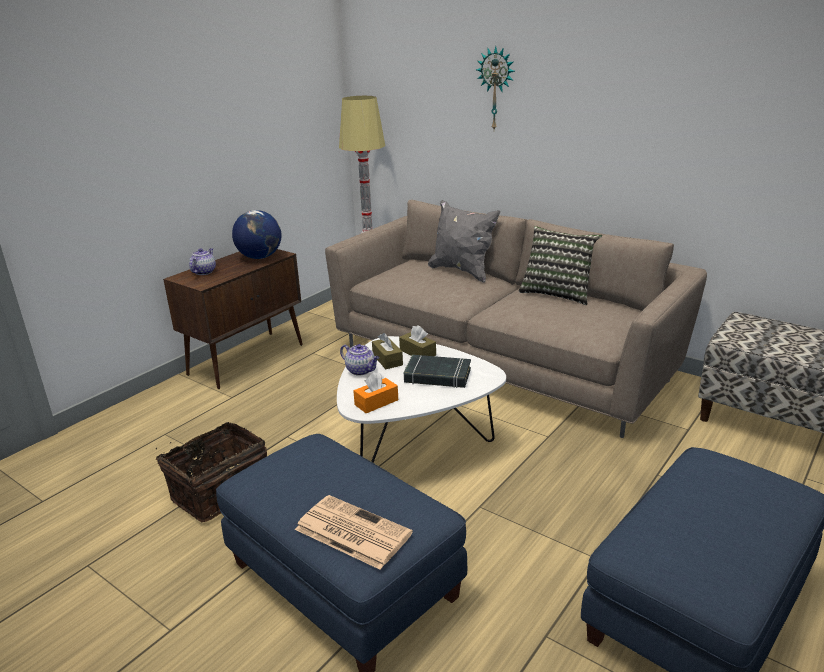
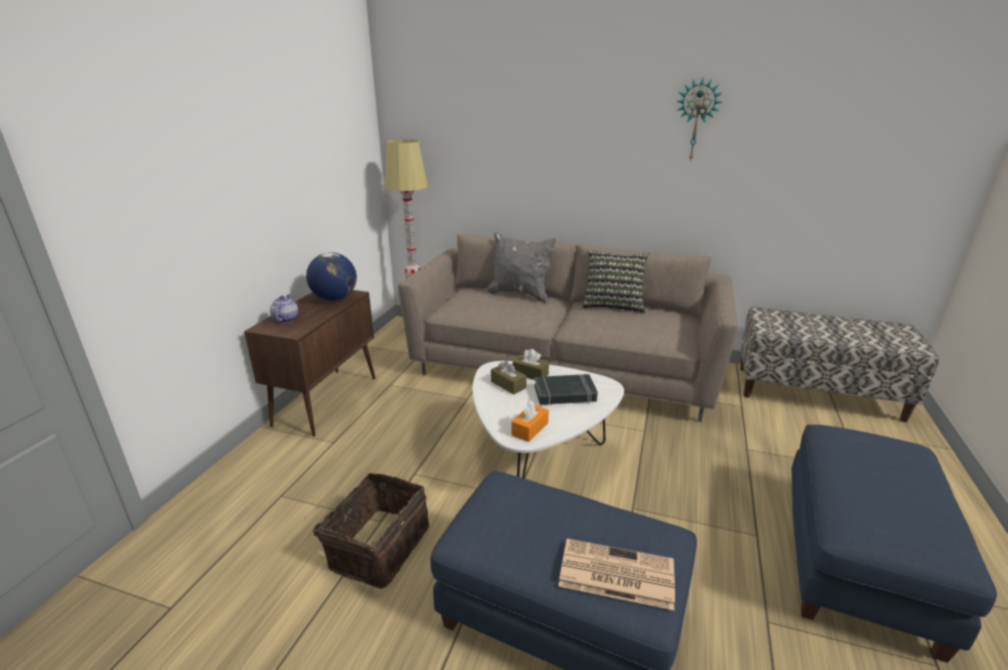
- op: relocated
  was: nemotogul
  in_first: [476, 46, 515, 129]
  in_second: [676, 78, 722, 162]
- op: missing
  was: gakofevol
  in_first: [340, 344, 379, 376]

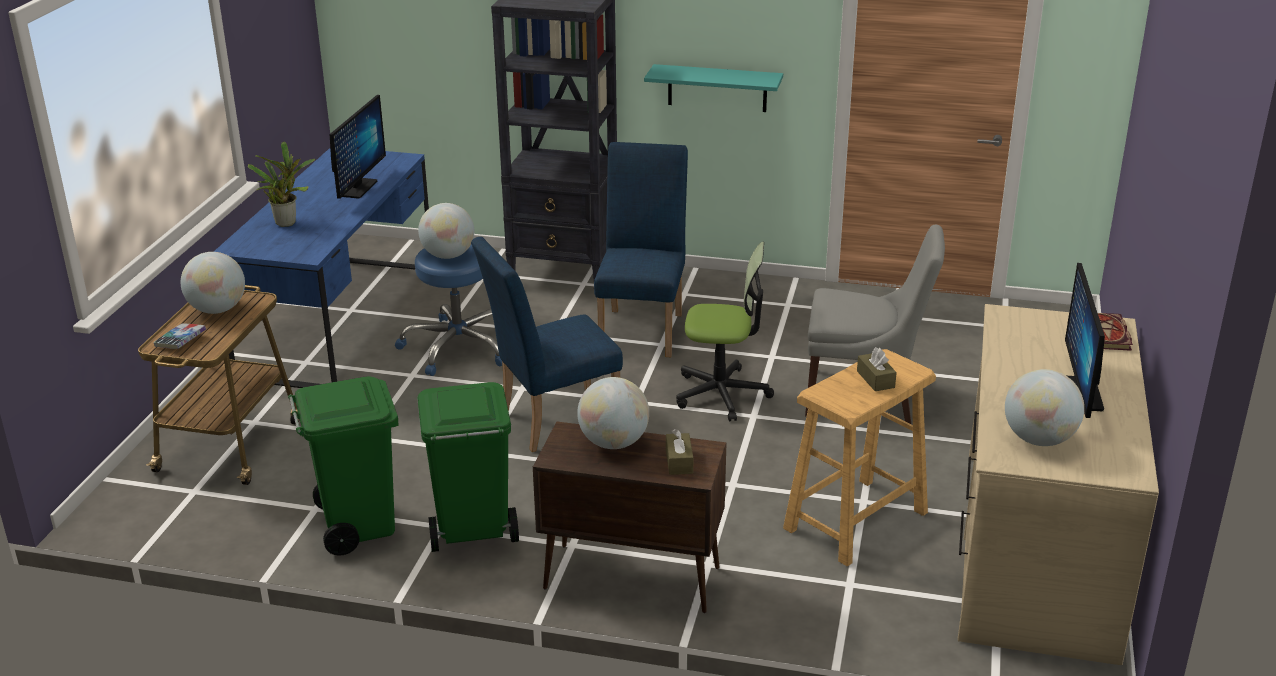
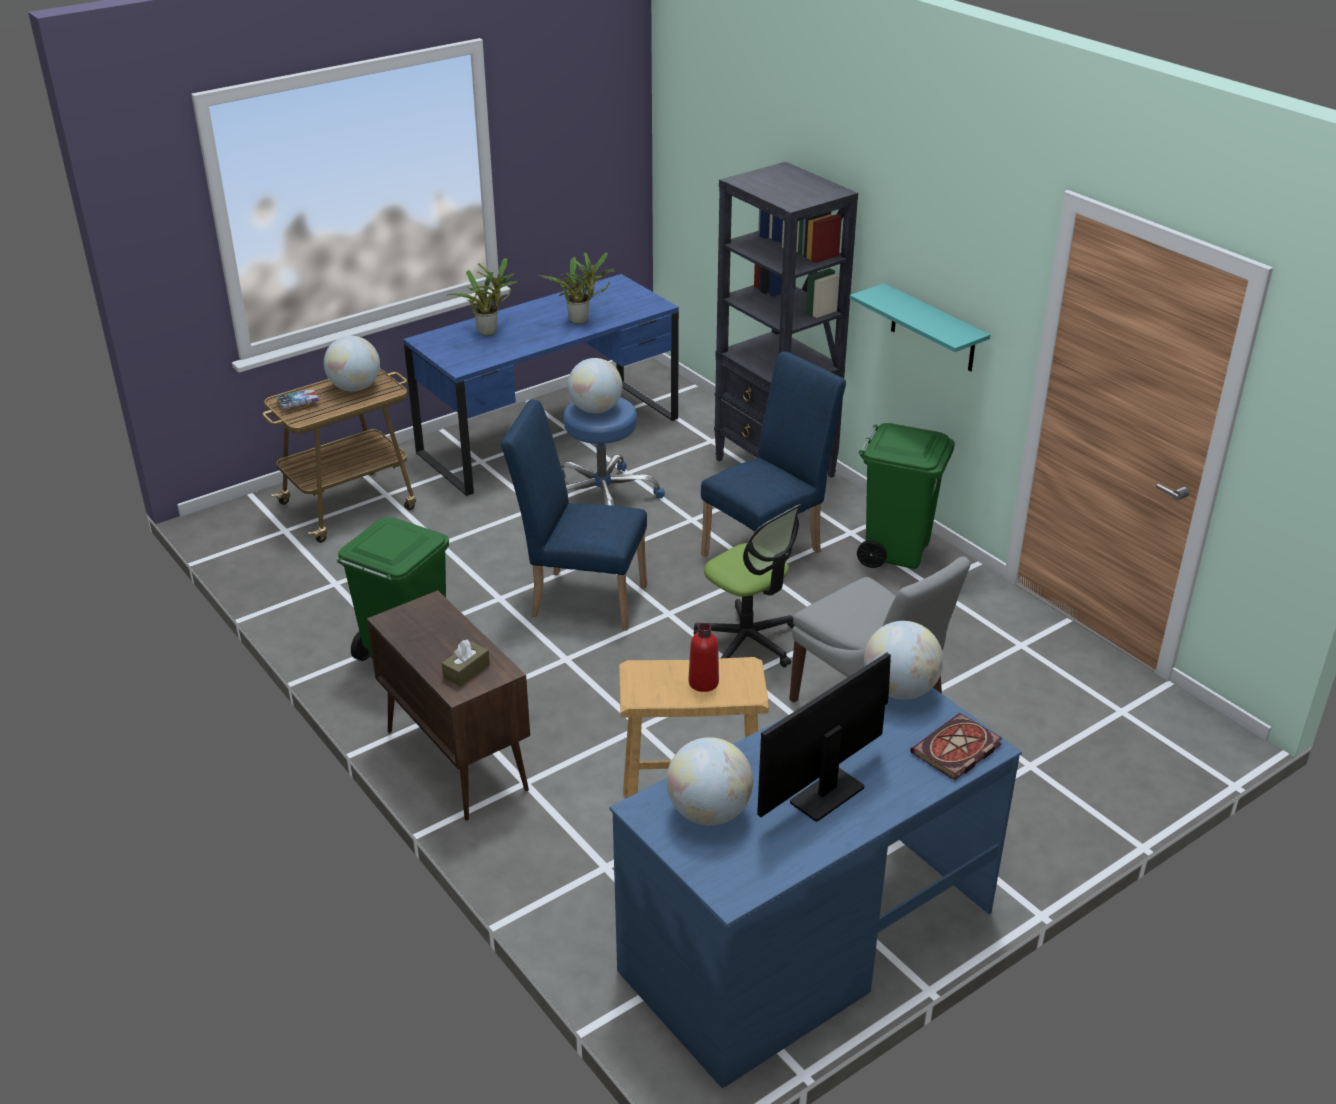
- op: exchanged
  was: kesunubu
  now: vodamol
  in_first: [330, 95, 386, 199]
  in_second: [537, 253, 617, 324]
- op: colour
  was: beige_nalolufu
  now: blue_nalolufu
  in_first: [957, 304, 1159, 665]
  in_second: [610, 688, 1022, 1088]
- op: exchanged
  was: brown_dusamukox
  now: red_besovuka
  in_first: [857, 347, 897, 391]
  in_second: [689, 623, 719, 692]
- op: relocated
  was: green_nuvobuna
  in_first: [288, 376, 399, 555]
  in_second: [857, 423, 955, 569]
- op: relocated
  was: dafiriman
  in_first: [577, 377, 649, 449]
  in_second: [864, 621, 943, 700]

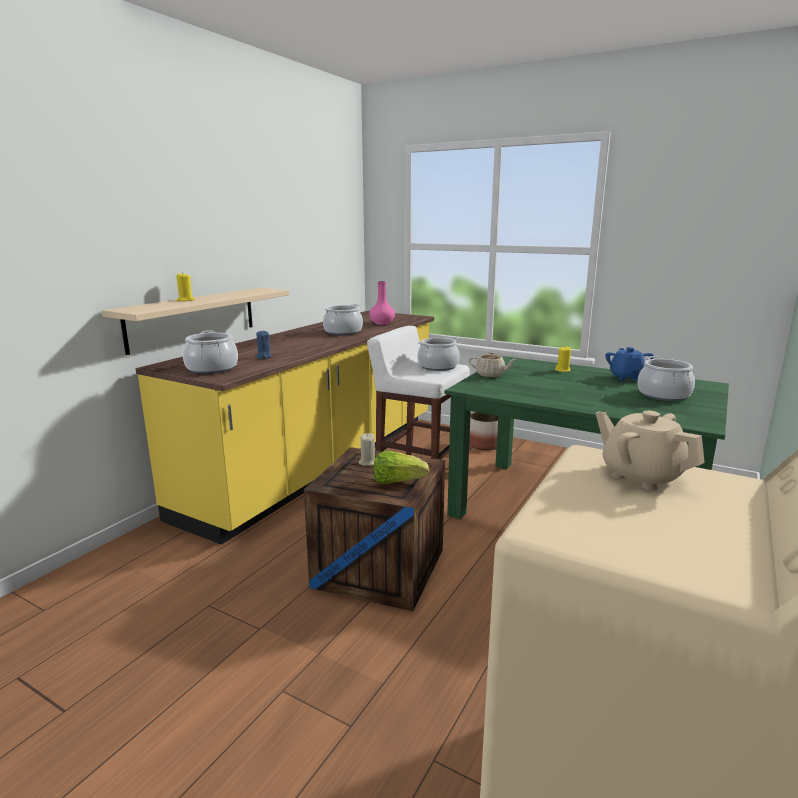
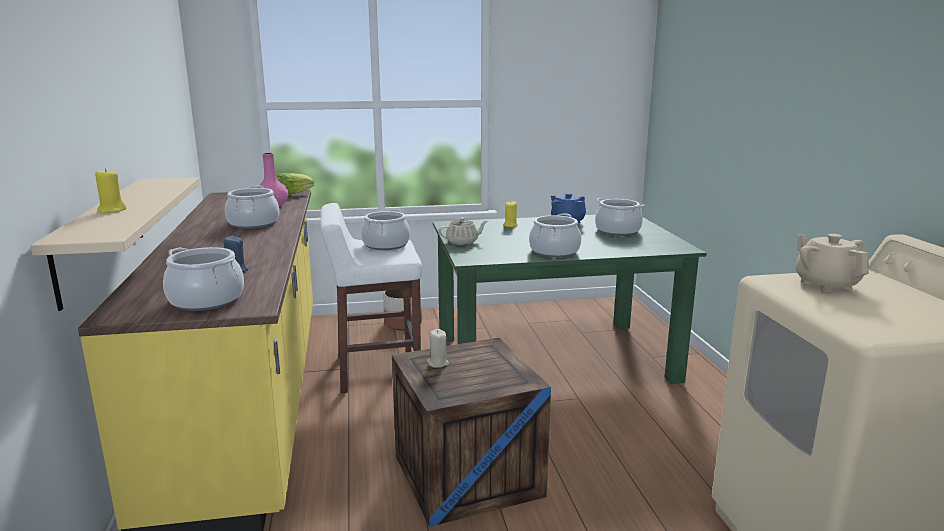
- op: relocated
  was: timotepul
  in_first: [374, 451, 429, 484]
  in_second: [276, 173, 314, 195]
- op: appeared
  now: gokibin
  in_second: [529, 213, 581, 257]
- op: spun
  was: beige_gakofevol
  in_first: [596, 411, 705, 491]
  in_second: [795, 234, 869, 293]
  clockwise: 60

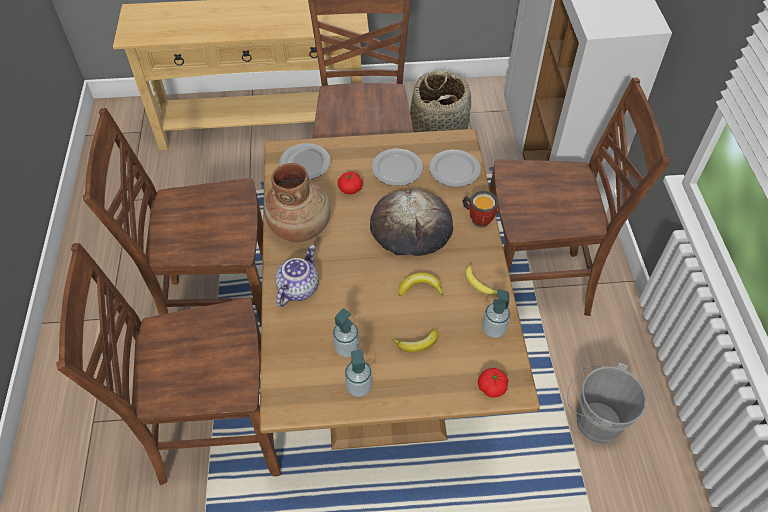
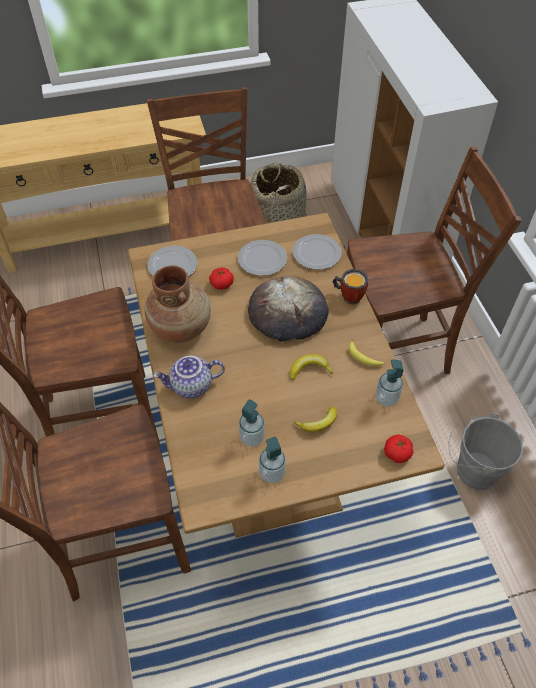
- op: spun
  was: gakofevol
  in_first: [275, 245, 319, 307]
  in_second: [153, 356, 225, 398]
  clockwise: -120

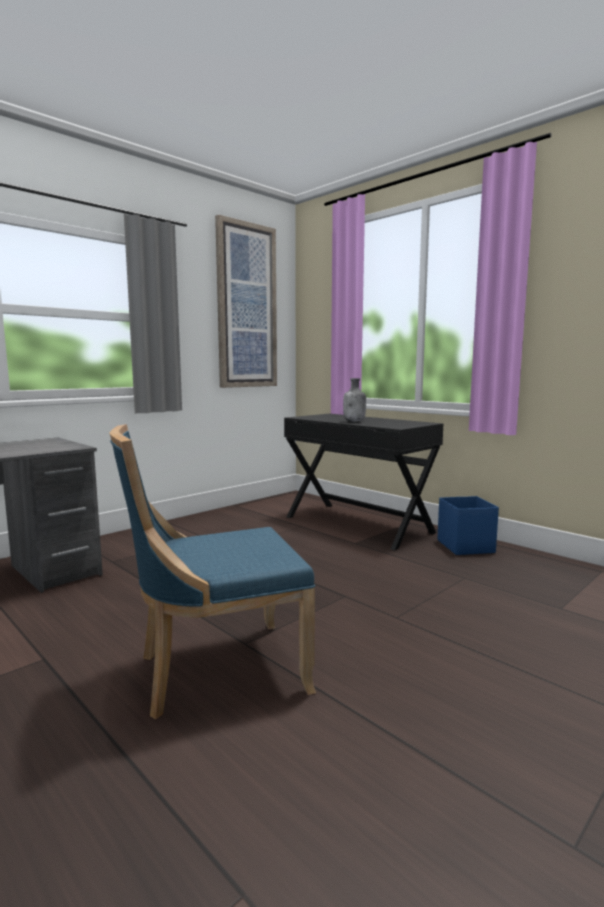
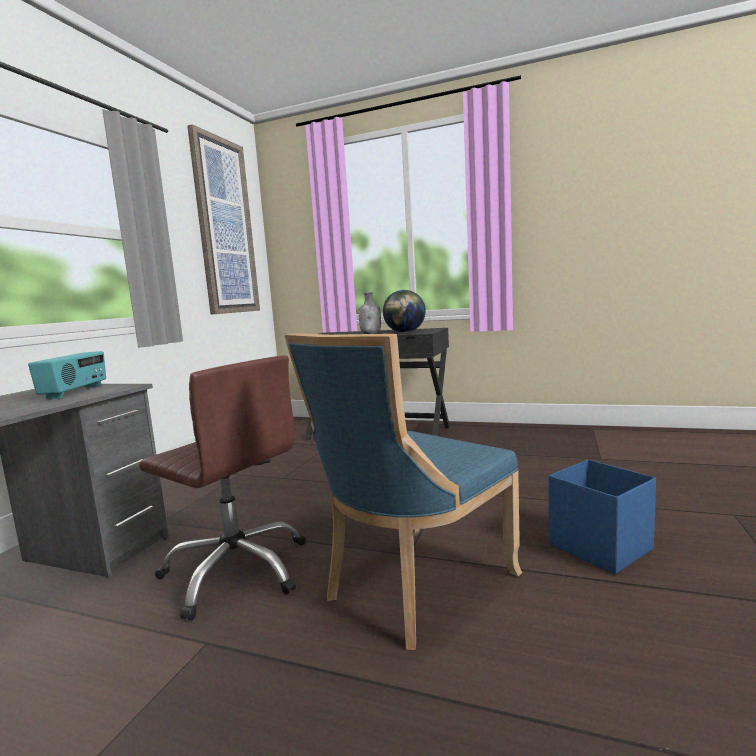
- op: appeared
  now: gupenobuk
  in_second: [28, 351, 106, 399]
- op: appeared
  now: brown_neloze
  in_second: [139, 355, 306, 620]
- op: appeared
  now: dafiriman
  in_second: [383, 290, 426, 333]
- op: relocated
  was: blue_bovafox
  in_first: [437, 496, 499, 555]
  in_second: [549, 459, 656, 574]

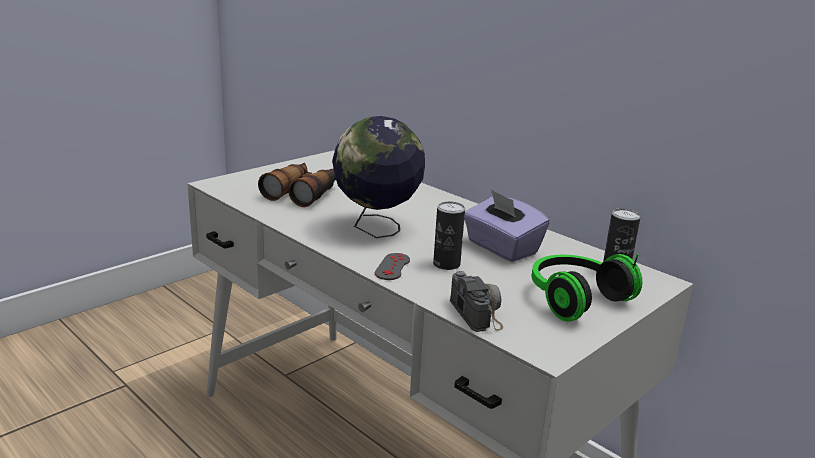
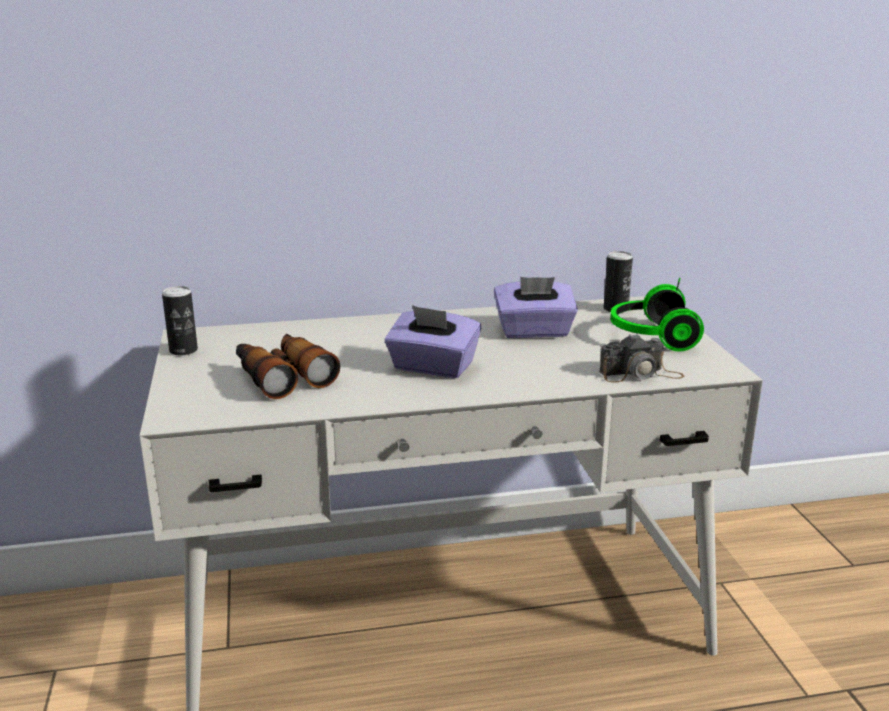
- op: relocated
  was: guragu
  in_first: [433, 202, 465, 270]
  in_second: [162, 286, 198, 355]
- op: exchanged
  was: dafiriman
  now: purple_dusamukox
  in_first: [332, 116, 425, 238]
  in_second: [385, 305, 481, 378]
- op: spun
  was: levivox
  in_first: [450, 271, 503, 332]
  in_second: [599, 334, 684, 383]
  clockwise: 150
- op: missing
  was: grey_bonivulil
  in_first: [375, 253, 410, 280]

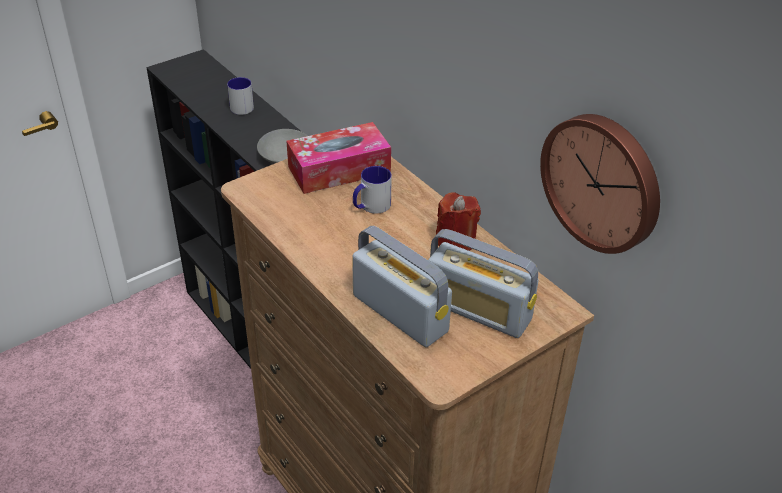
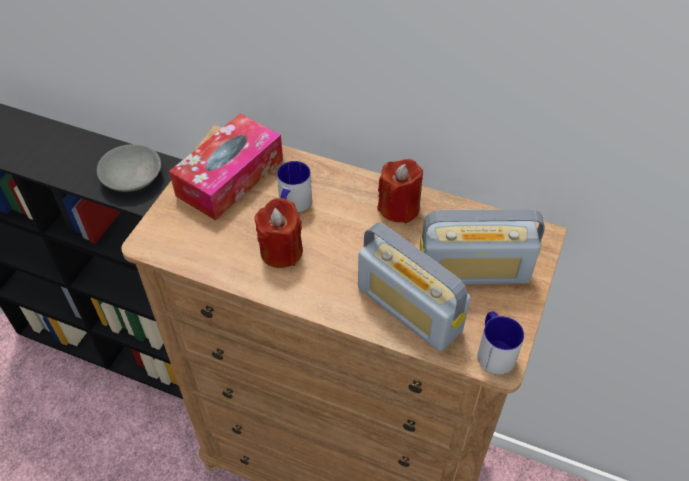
- op: appeared
  now: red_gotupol
  in_second: [254, 198, 303, 268]
- op: spun
  was: gupenobuk
  in_first: [352, 226, 452, 347]
  in_second: [358, 222, 471, 352]
  clockwise: -150
- op: relocated
  was: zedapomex
  in_first: [227, 77, 254, 115]
  in_second: [477, 312, 524, 375]
- op: missing
  was: nemotogul
  in_first: [540, 114, 660, 254]

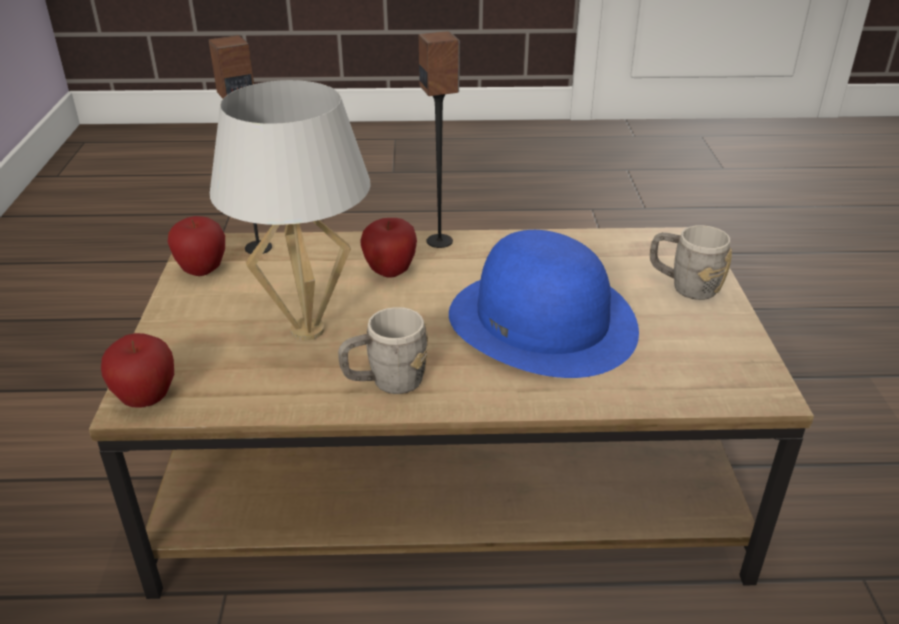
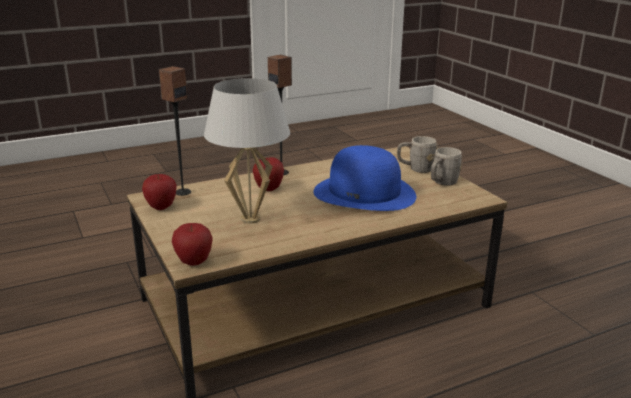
- op: relocated
  was: grey_zedapomex
  in_first: [338, 307, 428, 394]
  in_second: [431, 147, 462, 186]

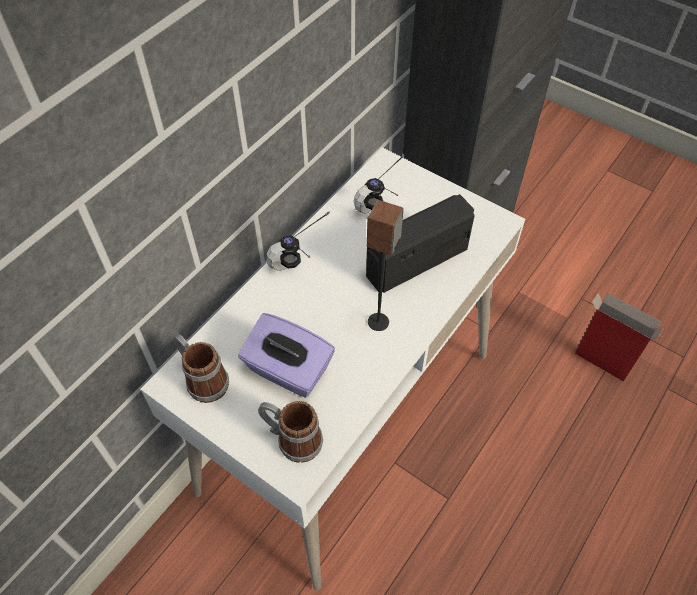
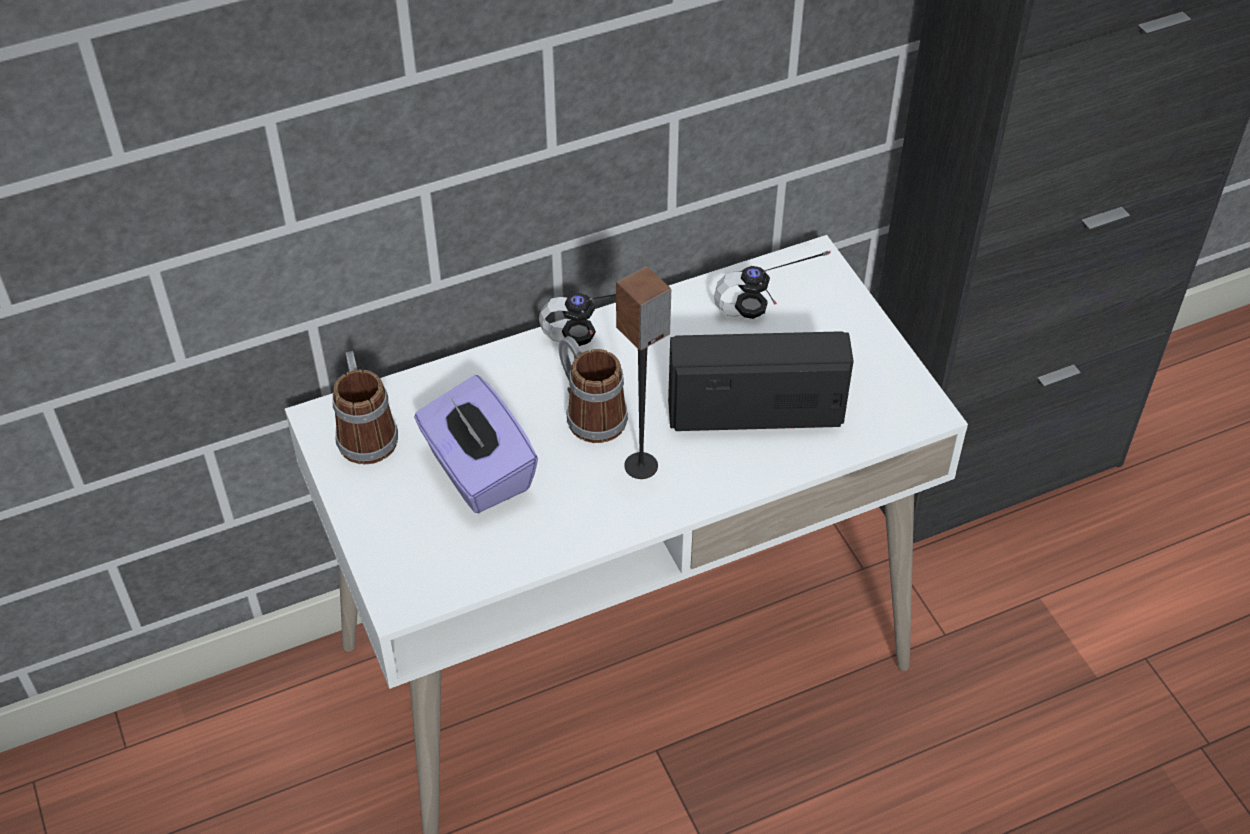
- op: relocated
  was: zedapomex
  in_first: [258, 401, 323, 463]
  in_second: [558, 336, 628, 443]
- op: missing
  was: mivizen
  in_first: [575, 293, 664, 382]

